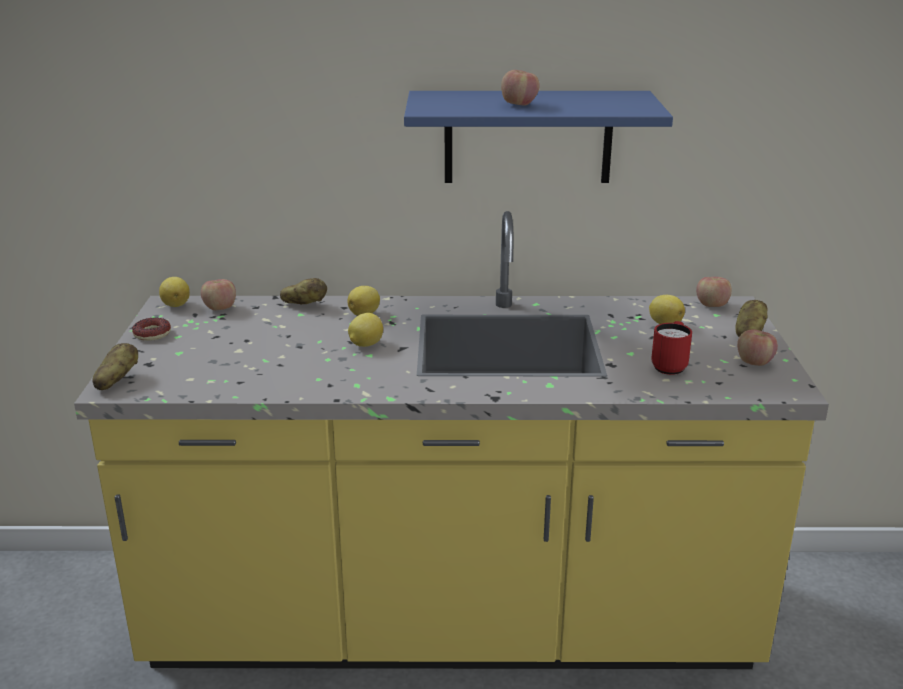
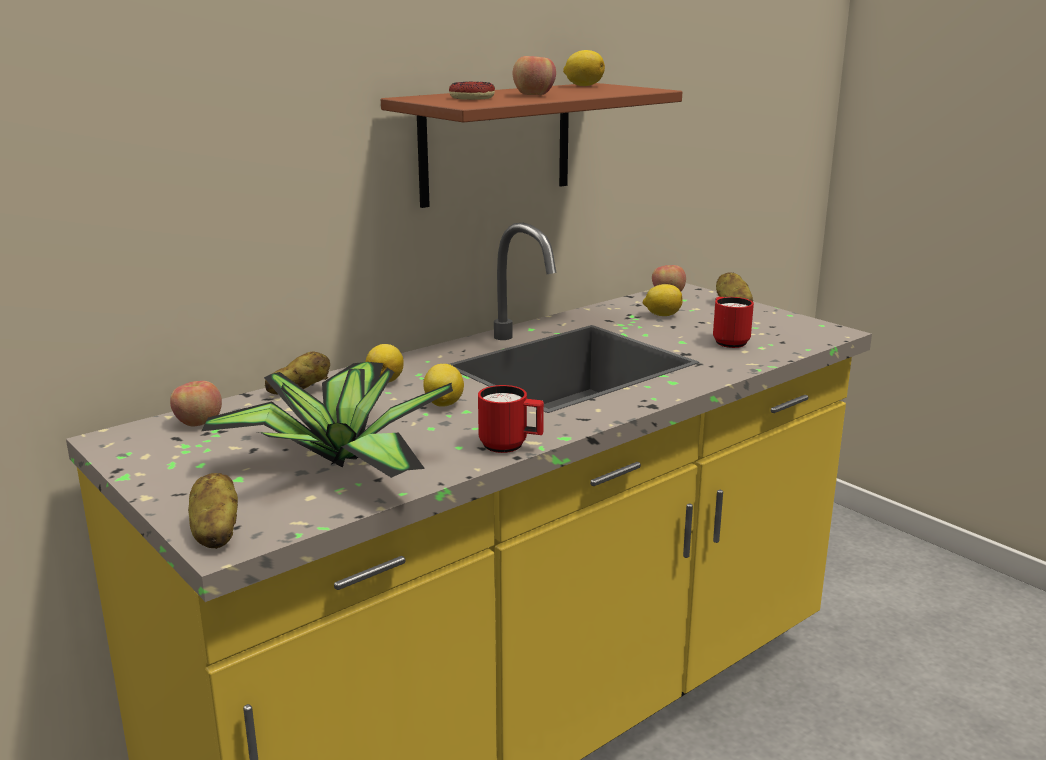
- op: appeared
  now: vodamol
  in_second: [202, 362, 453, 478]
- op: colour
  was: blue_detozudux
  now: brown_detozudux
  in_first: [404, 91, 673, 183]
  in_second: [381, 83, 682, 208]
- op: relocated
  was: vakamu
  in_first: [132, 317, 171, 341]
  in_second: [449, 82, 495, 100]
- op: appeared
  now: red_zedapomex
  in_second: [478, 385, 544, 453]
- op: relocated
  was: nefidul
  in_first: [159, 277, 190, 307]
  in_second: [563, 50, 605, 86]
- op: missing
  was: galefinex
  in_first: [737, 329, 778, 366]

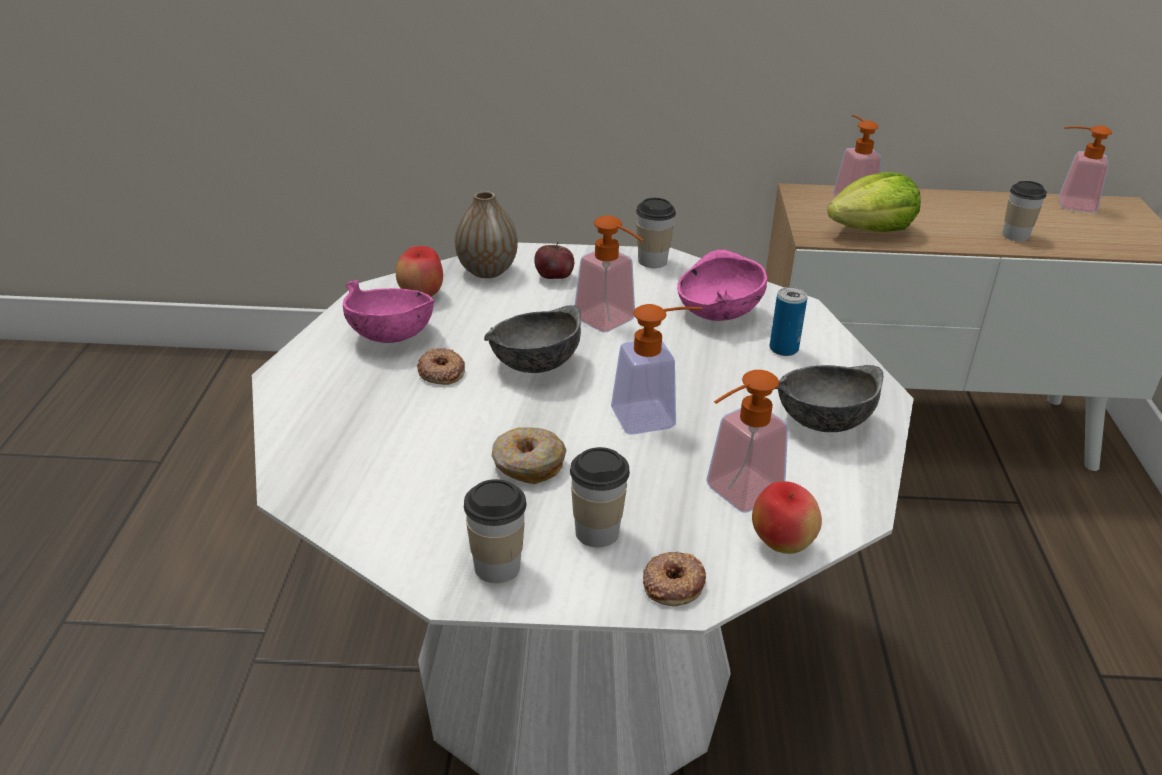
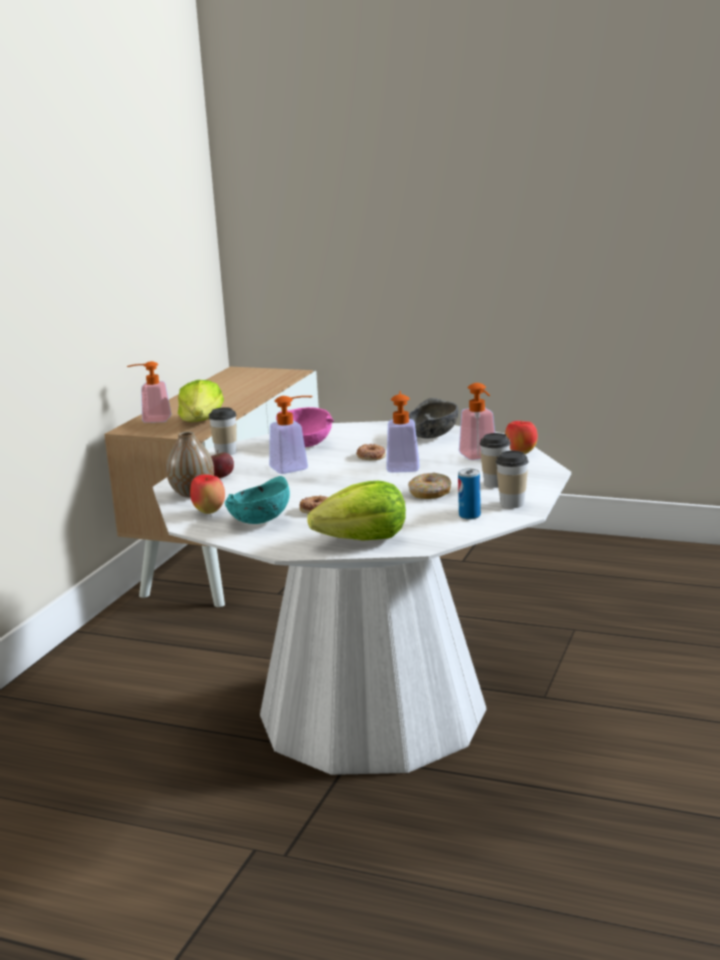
- op: colour
  was: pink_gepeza
  now: turquoise_gepeza
  in_first: [343, 280, 435, 343]
  in_second: [225, 476, 290, 524]
- op: appeared
  now: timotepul
  in_second: [307, 481, 406, 541]
- op: relocated
  was: vakamu
  in_first: [643, 552, 706, 606]
  in_second: [356, 444, 386, 460]
- op: relocated
  was: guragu
  in_first: [769, 287, 807, 356]
  in_second: [458, 468, 481, 520]
- op: missing
  was: grey_gepeza
  in_first: [484, 305, 581, 373]
- op: missing
  was: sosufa
  in_first: [1002, 181, 1047, 241]
- op: missing
  was: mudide
  in_first: [1059, 126, 1112, 213]

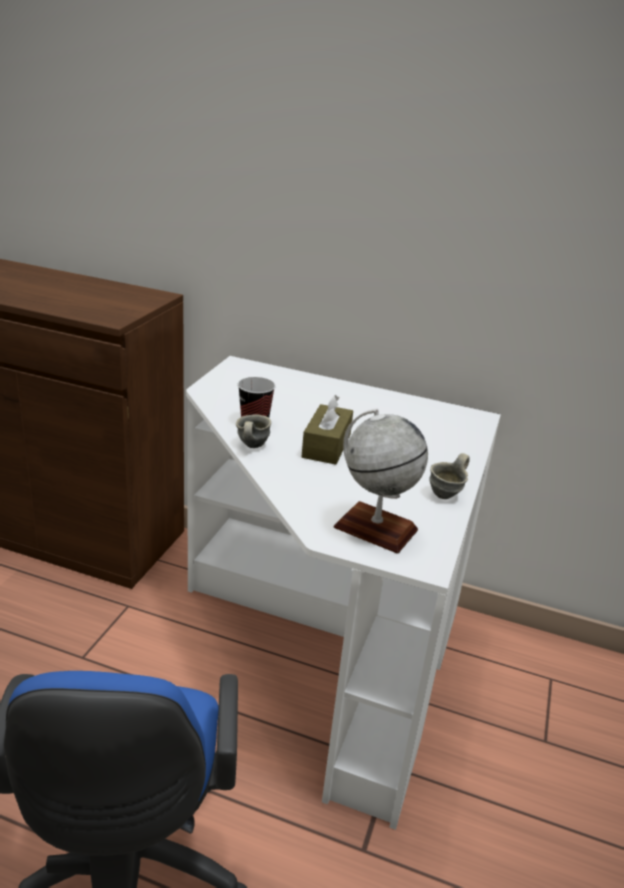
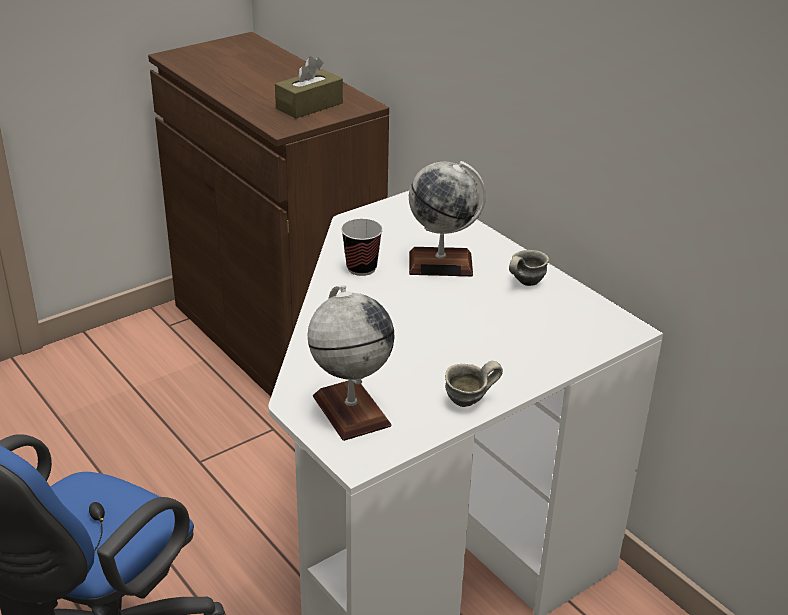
- op: relocated
  was: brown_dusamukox
  in_first: [301, 394, 353, 465]
  in_second: [275, 56, 343, 119]
- op: appeared
  now: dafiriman
  in_second: [409, 161, 486, 276]
- op: relocated
  was: grey_zedapomex
  in_first: [236, 414, 271, 448]
  in_second: [509, 250, 549, 286]

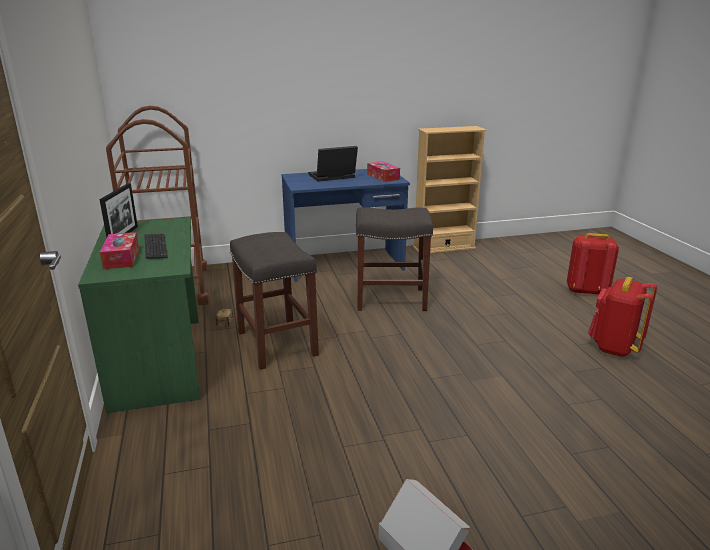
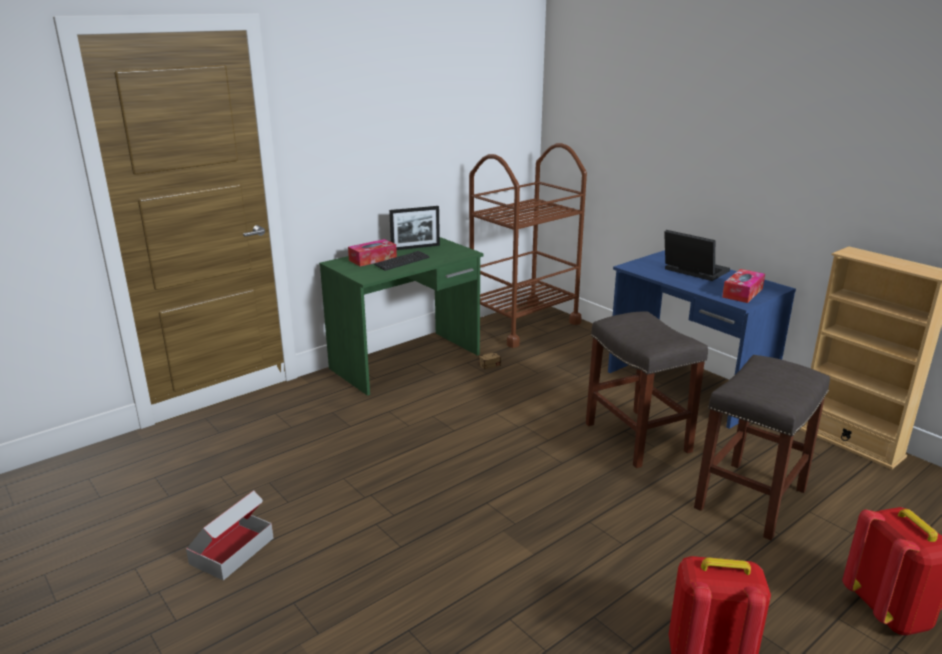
- op: relocated
  was: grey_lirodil
  in_first: [230, 232, 319, 370]
  in_second: [694, 355, 830, 540]

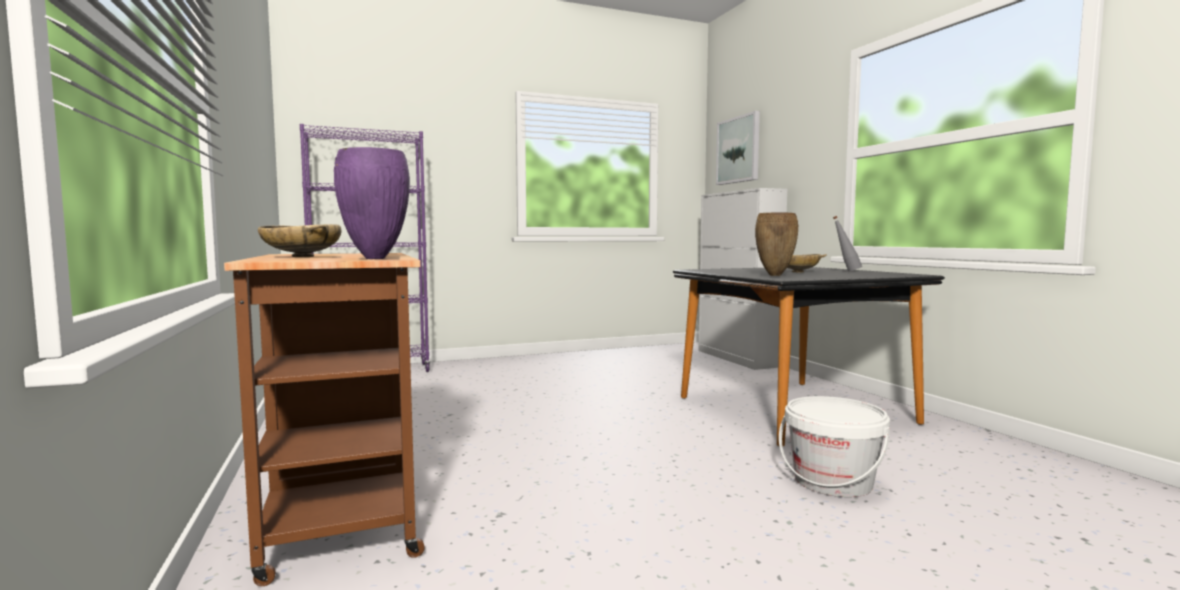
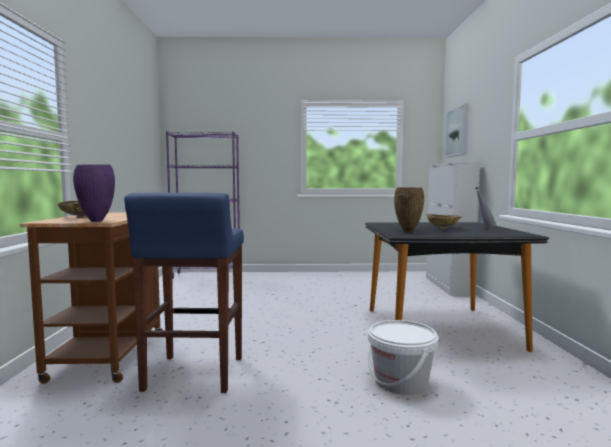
- op: appeared
  now: blue_lirodil
  in_second: [124, 192, 244, 393]

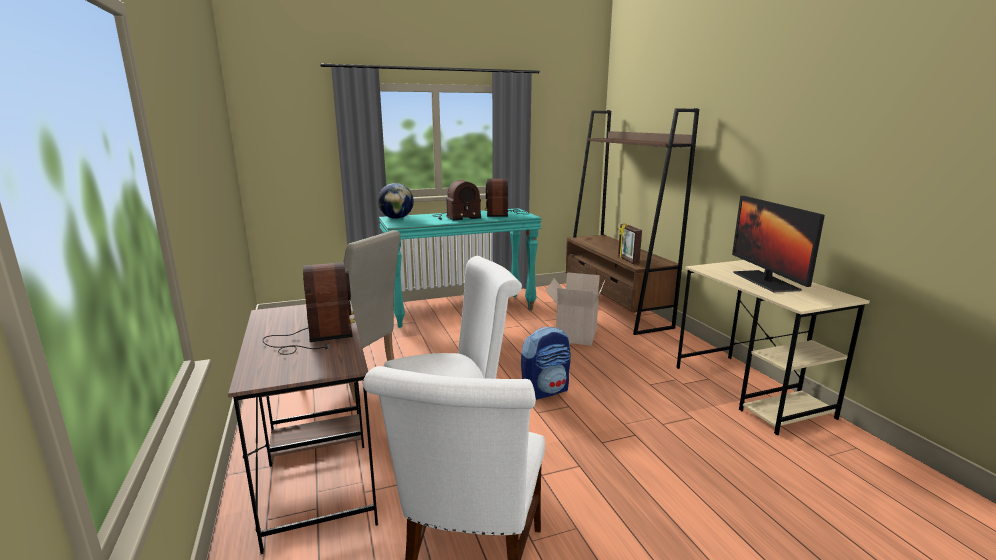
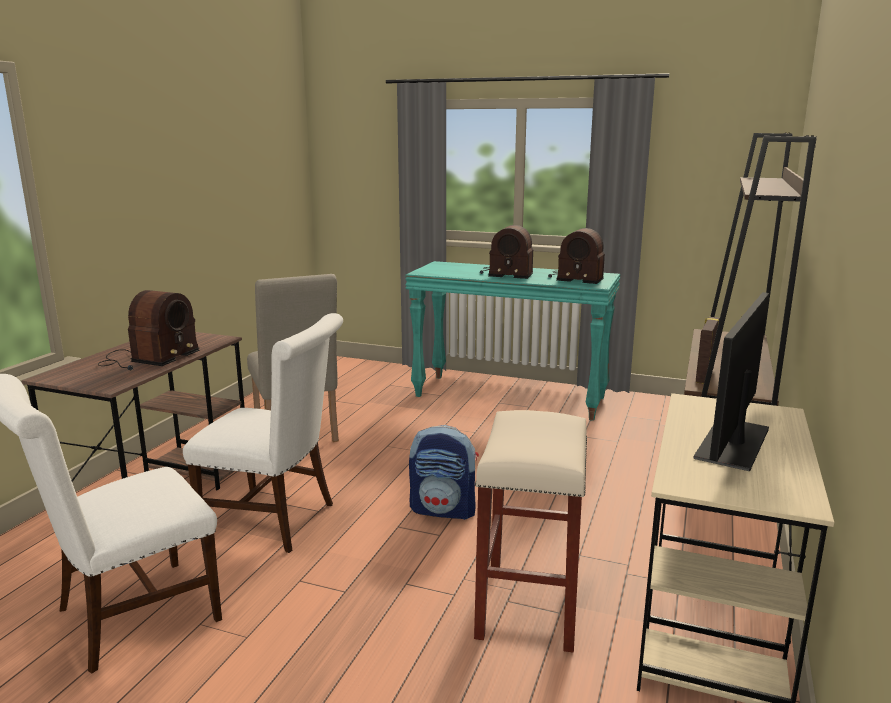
- op: appeared
  now: beige_lirodil
  in_second: [474, 410, 587, 653]
- op: spun
  was: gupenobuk
  in_first: [485, 179, 530, 217]
  in_second: [548, 228, 605, 284]
  clockwise: -105
- op: missing
  was: dafiriman
  in_first: [378, 183, 414, 219]
- op: missing
  was: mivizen
  in_first: [545, 272, 605, 346]

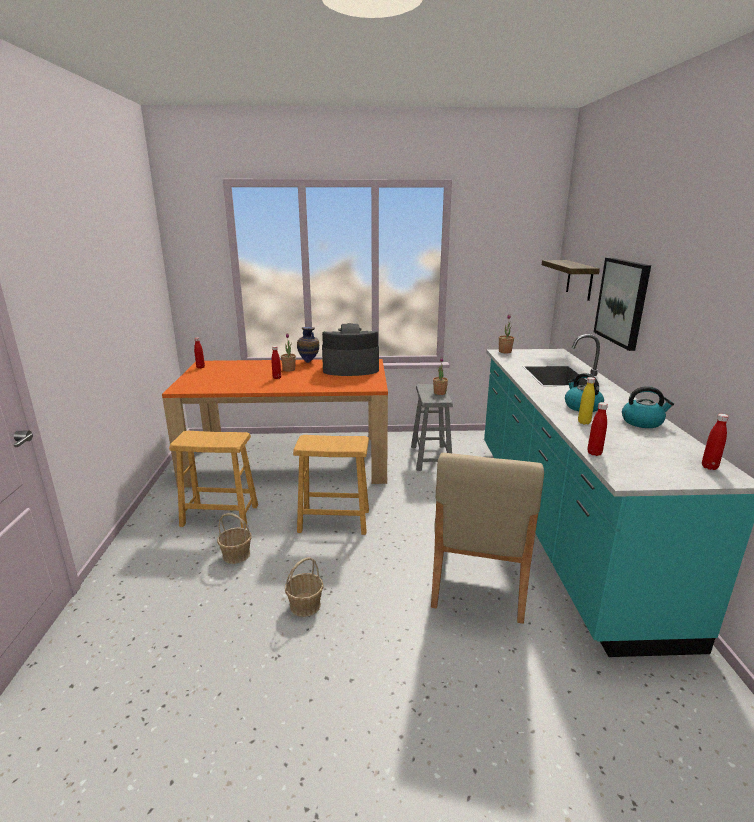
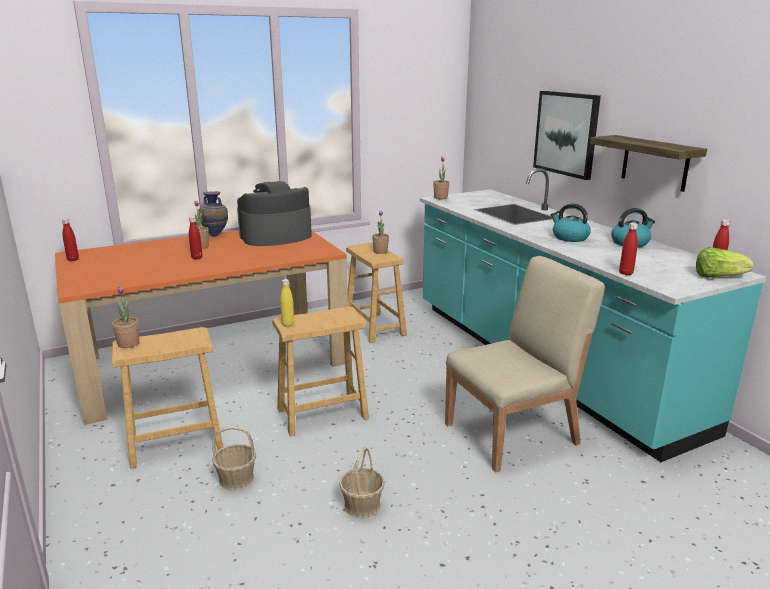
- op: appeared
  now: vodamol
  in_second: [112, 286, 139, 348]
- op: relocated
  was: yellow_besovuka
  in_first: [578, 377, 595, 424]
  in_second: [280, 279, 294, 327]
- op: colour
  was: grey_lirodil
  now: brown_lirodil
  in_first: [411, 384, 453, 471]
  in_second: [346, 242, 407, 343]
- op: spun
  was: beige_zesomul
  in_first: [431, 453, 544, 624]
  in_second: [445, 256, 605, 473]
  clockwise: -105
- op: relocated
  was: detozudux
  in_first: [542, 260, 600, 301]
  in_second: [590, 135, 707, 192]
- op: appeared
  now: timotepul
  in_second: [696, 247, 753, 278]

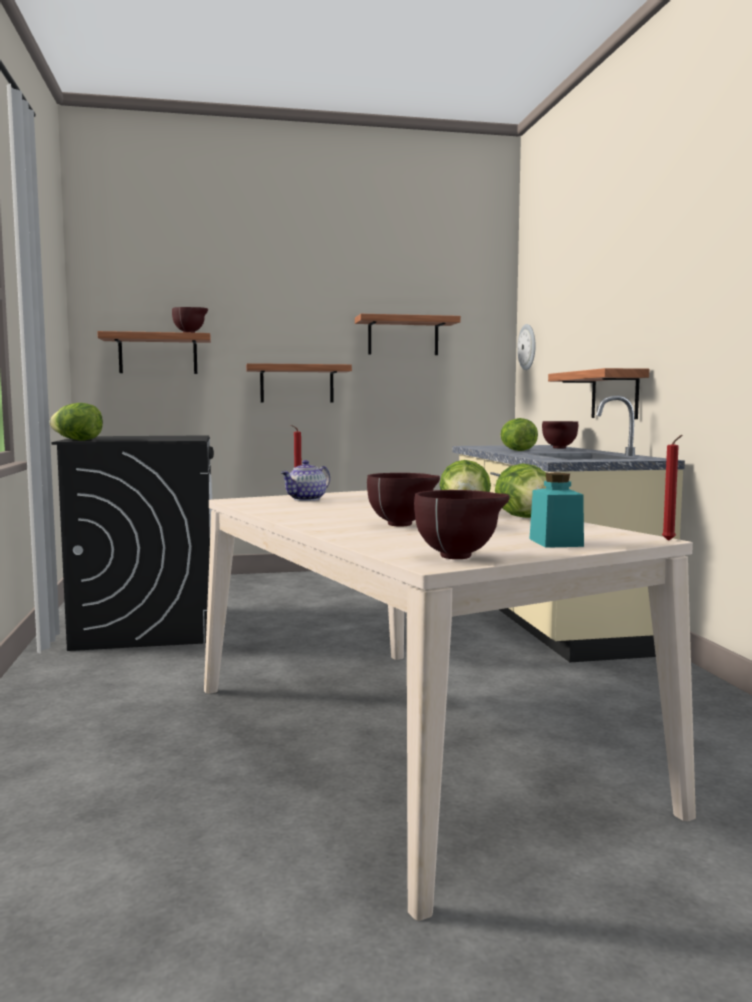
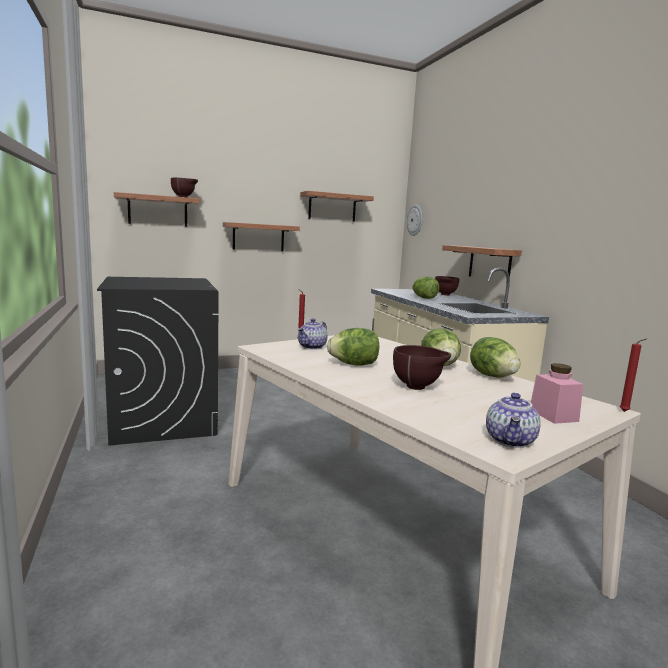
- op: relocated
  was: timotepul
  in_first: [49, 403, 103, 440]
  in_second: [327, 328, 379, 366]
- op: exchanged
  was: brown_gepeza
  now: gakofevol
  in_first: [414, 490, 509, 559]
  in_second: [486, 392, 541, 448]
- op: colour
  was: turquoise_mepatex
  now: pink_mepatex
  in_first: [530, 473, 584, 548]
  in_second: [531, 363, 583, 424]

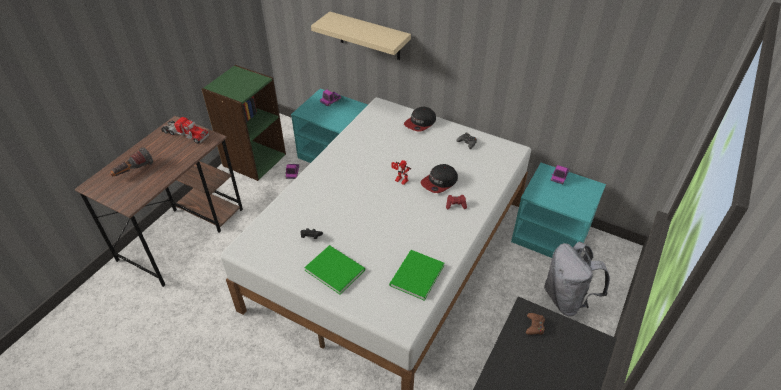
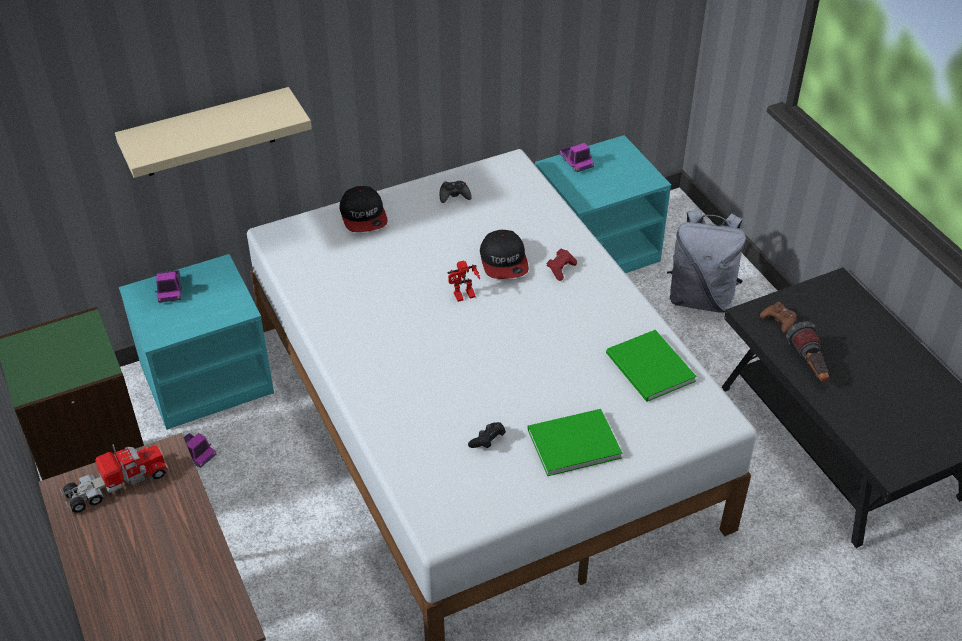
- op: relocated
  was: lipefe
  in_first: [110, 147, 153, 177]
  in_second: [786, 321, 829, 382]

